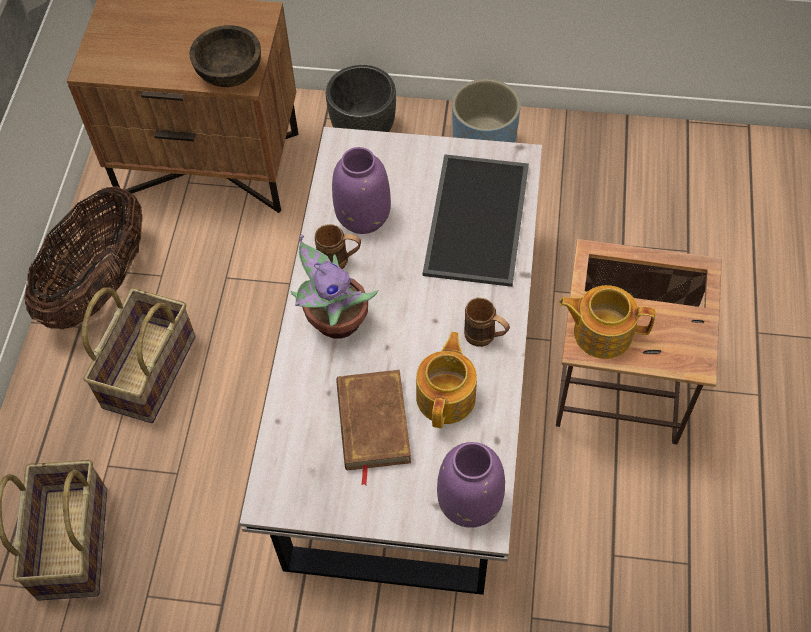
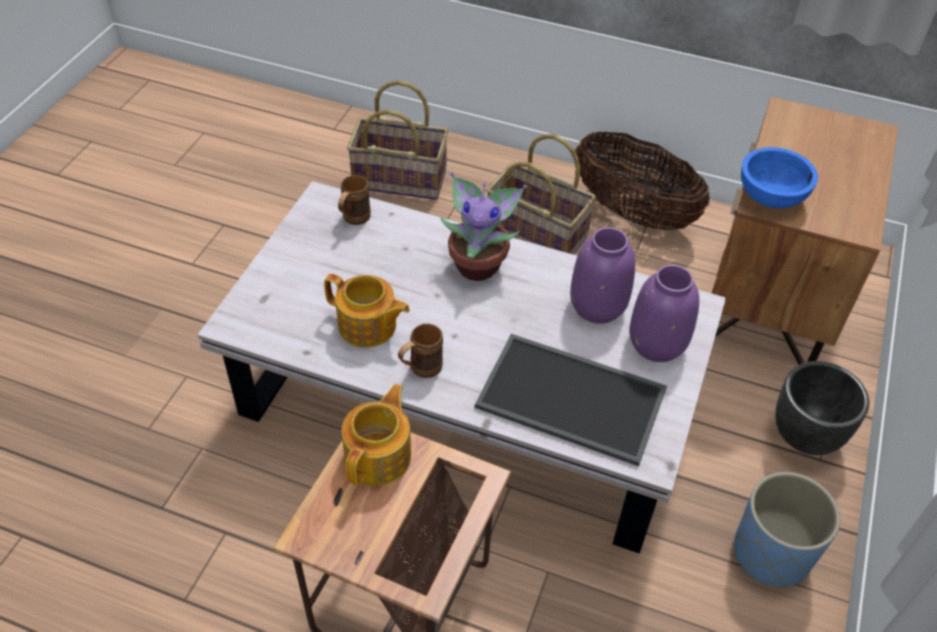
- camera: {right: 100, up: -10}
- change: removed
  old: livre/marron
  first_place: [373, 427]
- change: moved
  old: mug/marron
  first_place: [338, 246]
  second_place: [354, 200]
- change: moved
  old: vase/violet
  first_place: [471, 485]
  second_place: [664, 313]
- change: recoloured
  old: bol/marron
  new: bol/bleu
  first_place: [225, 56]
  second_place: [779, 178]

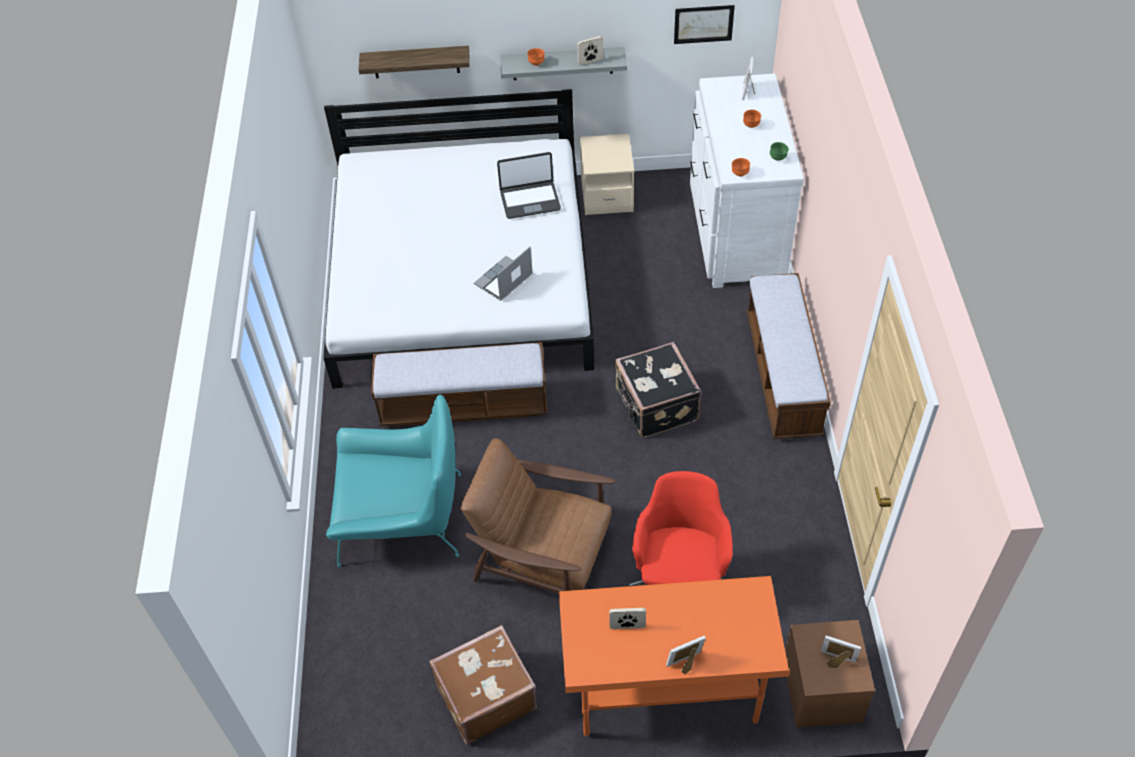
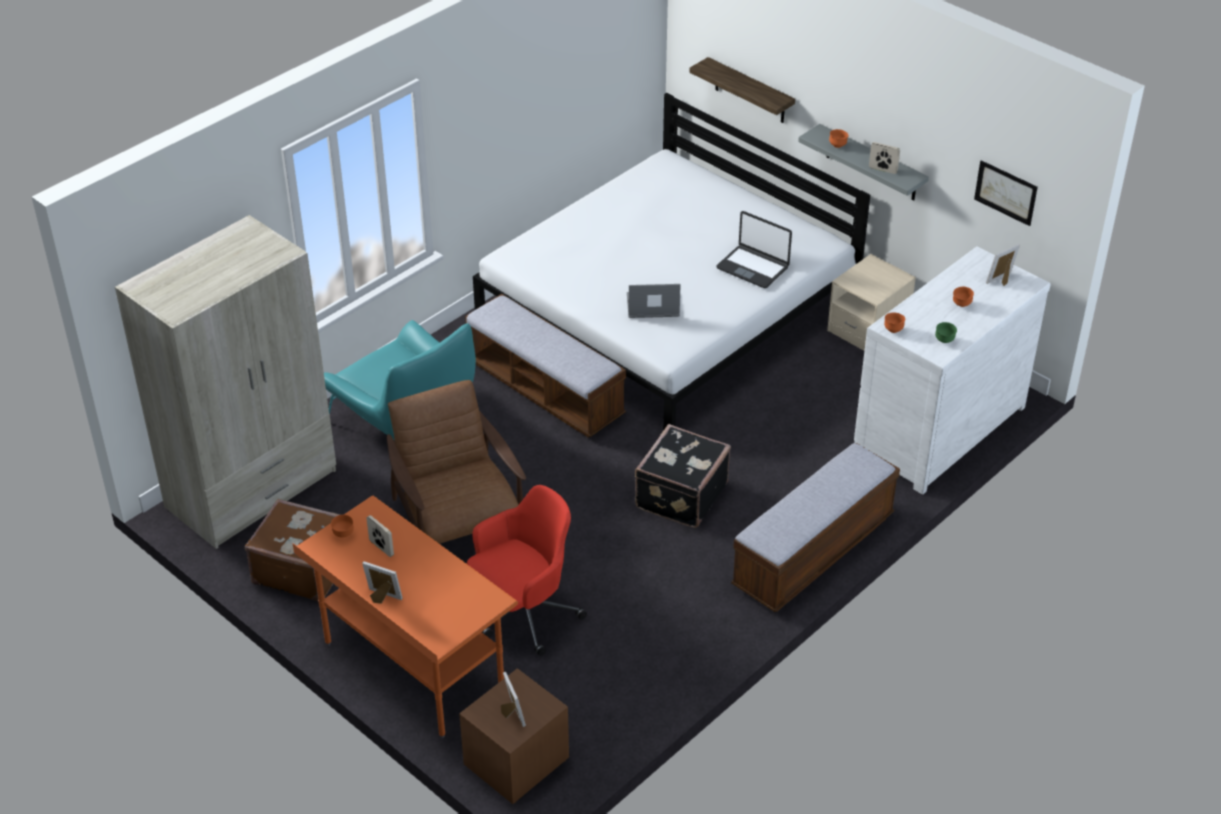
- camera: {right: 45, up: -10}
- change: added
  new: armoire/beige
  second_place: [225, 382]
- change: added
  new: bol/orange
  second_place: [342, 526]

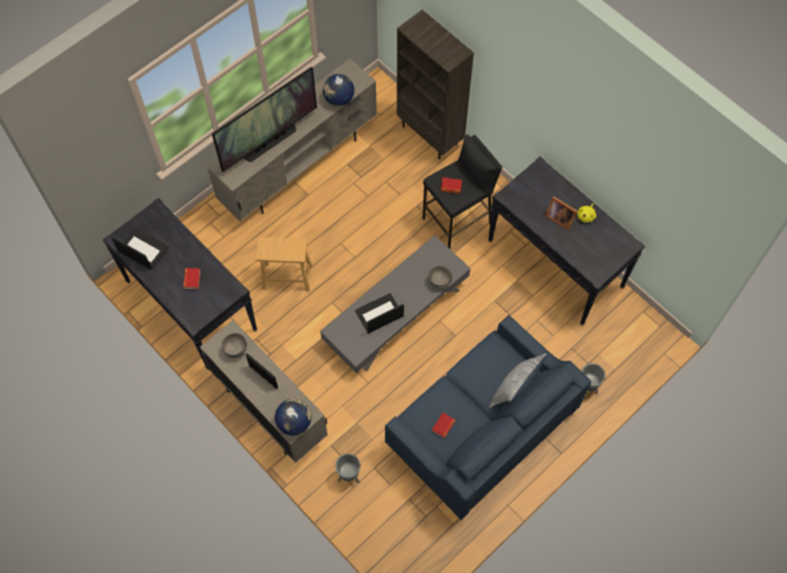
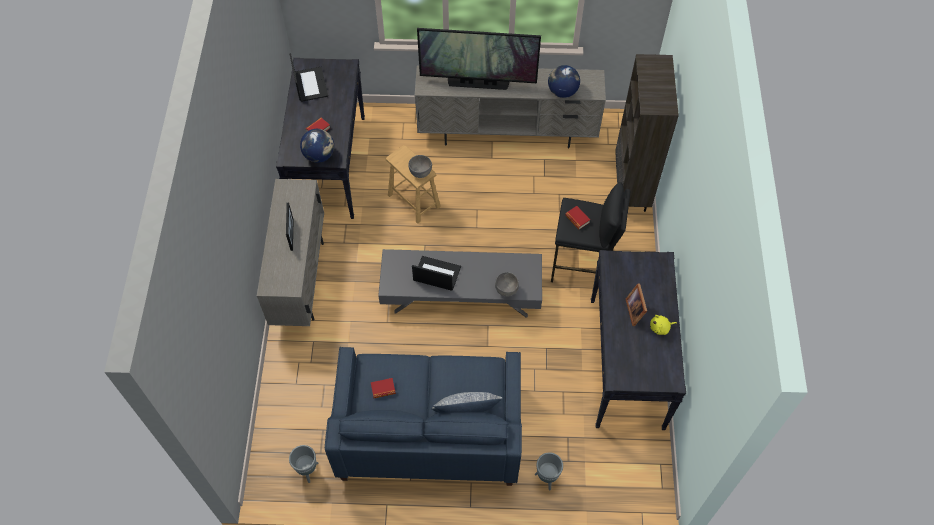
- camera: {right: 45, up: -5}
- change: moved
  old: bol/gris
  first_place: [234, 345]
  second_place: [420, 166]
- change: moved
  old: globe
  first_place: [293, 417]
  second_place: [317, 146]
- change: moved
  old: cache-pot/gris
  first_place: [347, 468]
  second_place: [303, 464]

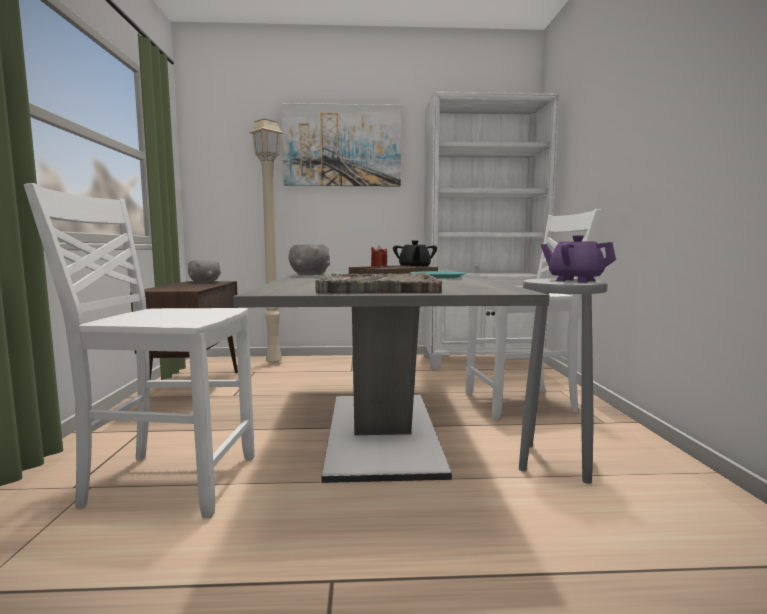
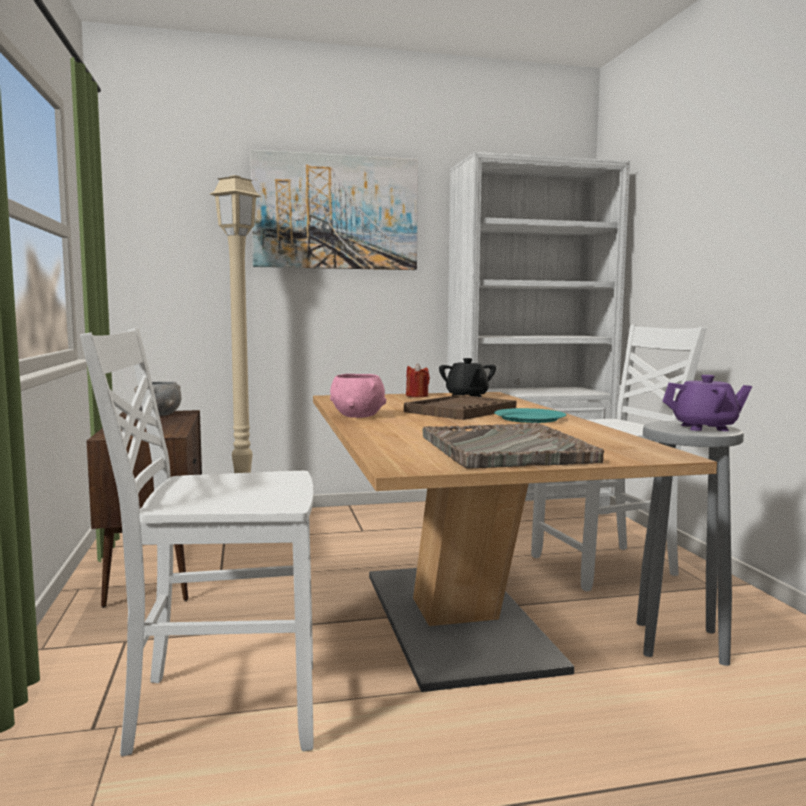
- camera: {right: -10, up: 0}
- change: recoloured
  old: table à manger/gris
  new: table à manger/marron
  first_place: [391, 376]
  second_place: [515, 542]
- change: recoloured
  old: bol/gris
  new: bol/rose
  first_place: [309, 260]
  second_place: [358, 396]
- change: turned
  old: théière/violet
  first_place: [578, 259]
  second_place: [707, 403]
  degrees: 150

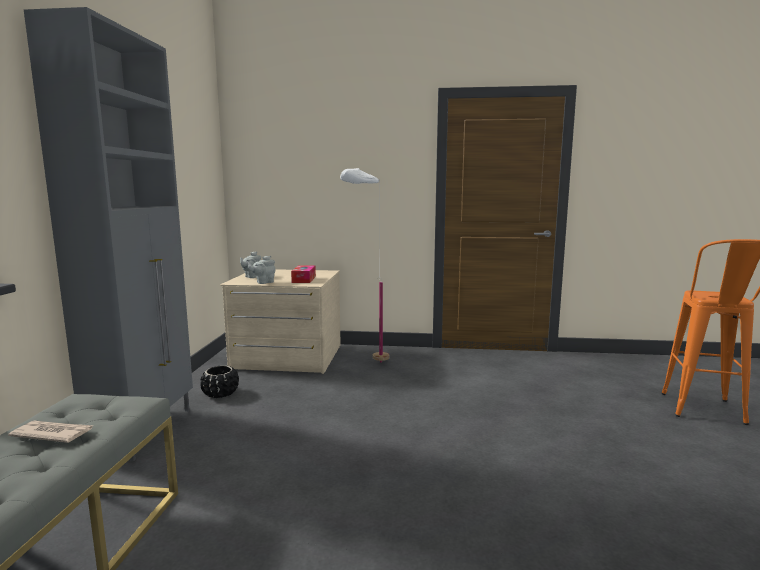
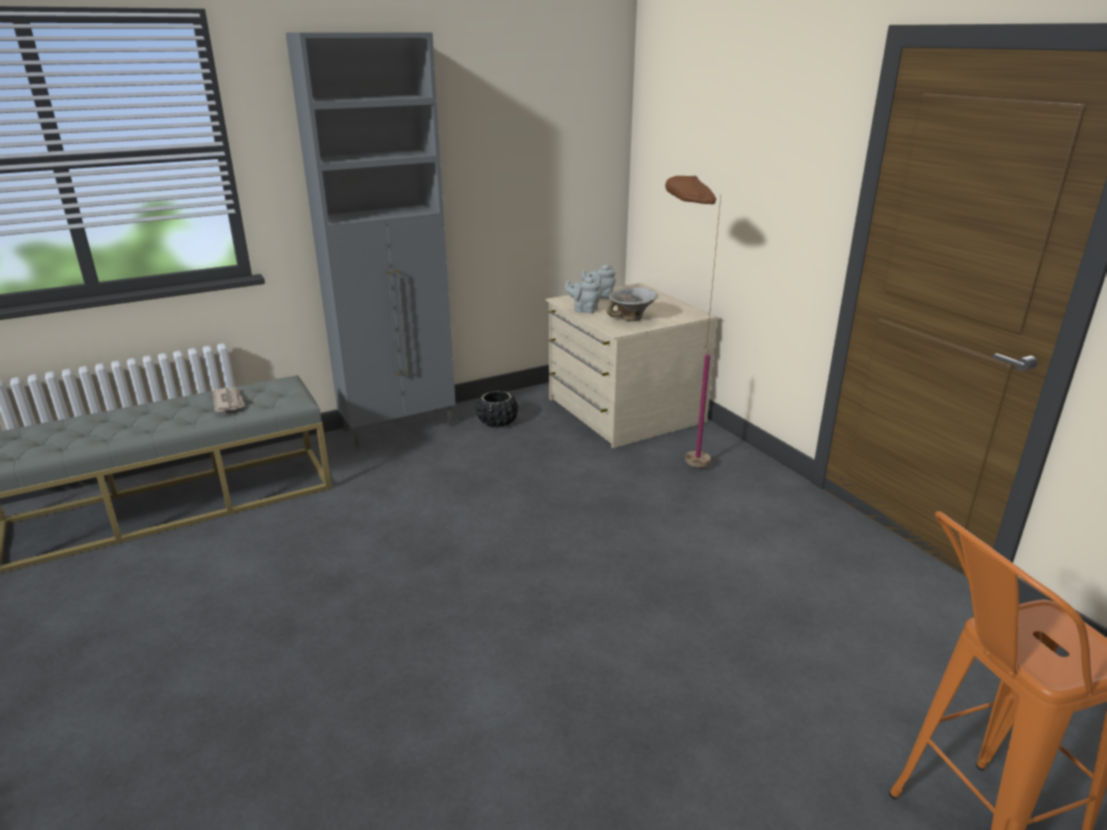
- camera: {right: 55, up: 15}
- change: replaced
  old: boîte à mouchoirs
  new: bol
  first_place: [303, 274]
  second_place: [632, 304]
- change: recoloured
  old: lampadaire/blanc
  new: lampadaire/marron
  first_place: [364, 265]
  second_place: [693, 322]

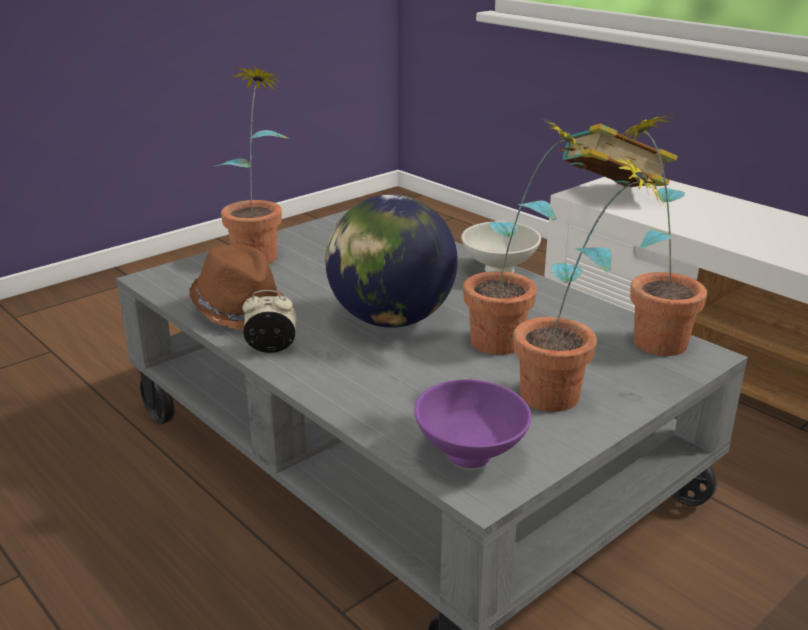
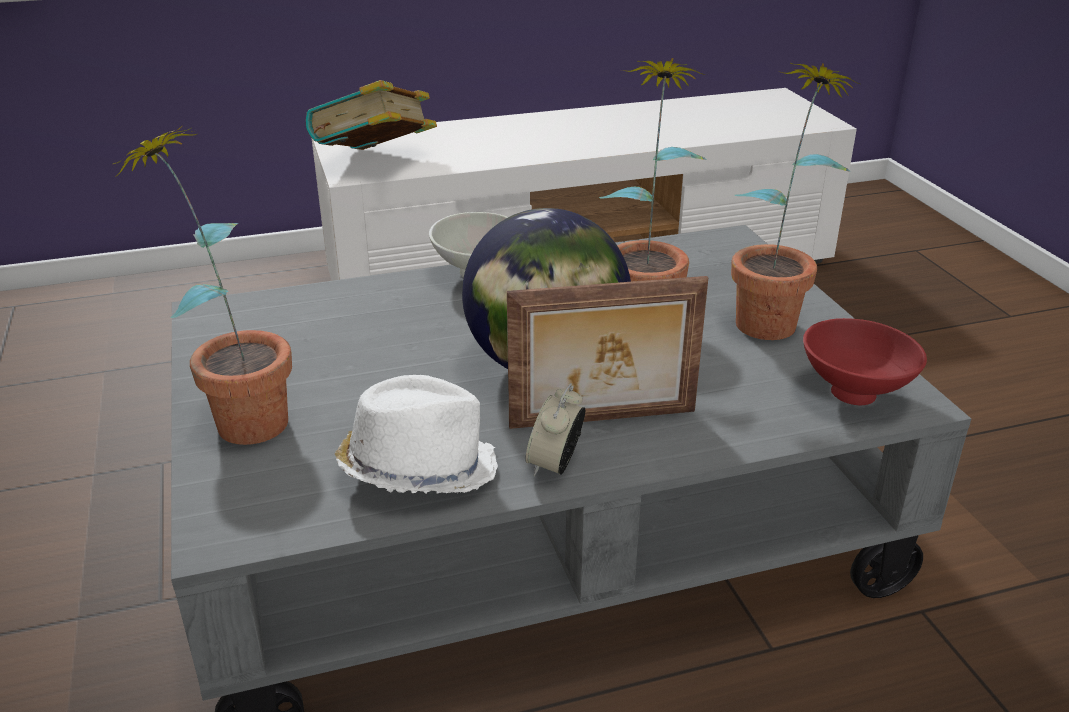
- camera: {right: -65, up: 5}
- change: removed
  old: plante en pot
  first_place: [660, 234]
- change: added
  new: cadre photo
  second_place: [607, 352]
- change: recoloured
  old: chapeau/marron
  new: chapeau/blanc
  first_place: [237, 287]
  second_place: [416, 434]
- change: recoloured
  old: bol/violet
  new: bol/rouge
  first_place: [473, 424]
  second_place: [865, 361]

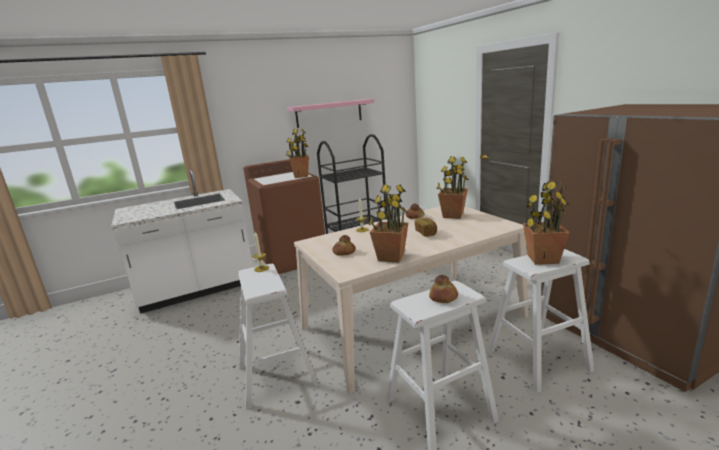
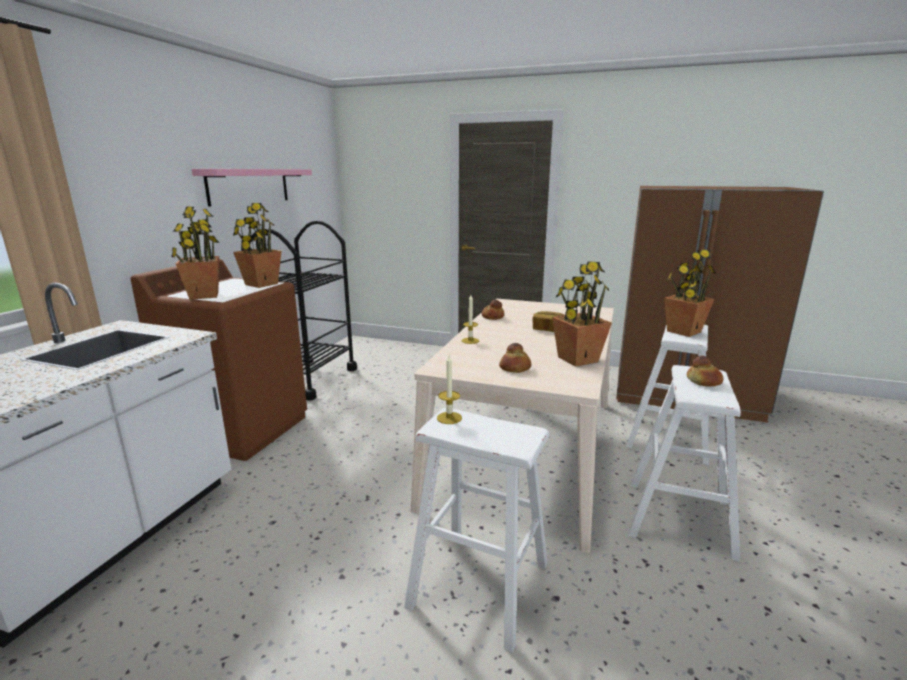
- camera: {right: -45, up: 0}
- change: moved
  old: plante en pot
  first_place: [452, 187]
  second_place: [195, 253]

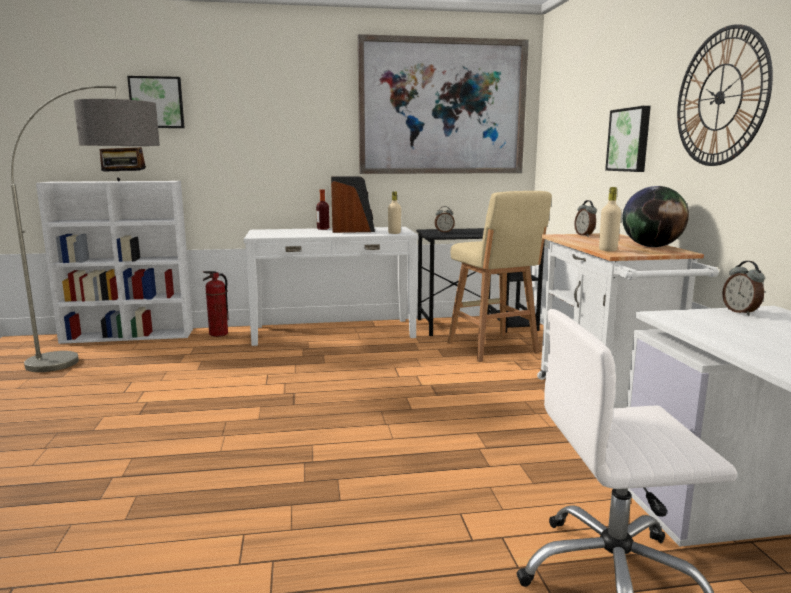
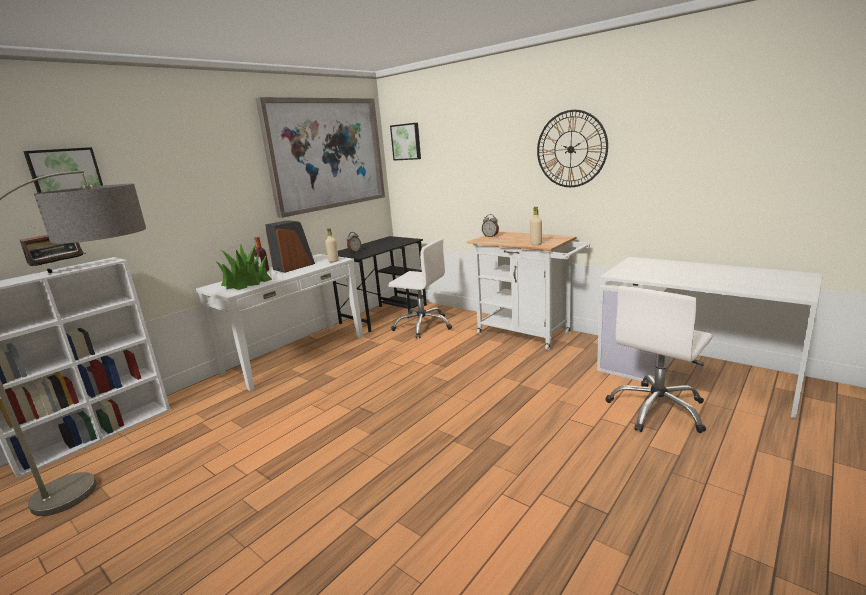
- camera: {right: -40, up: 5}
- change: removed
  old: extincteur
  first_place: [216, 304]
- change: removed
  old: globe
  first_place: [655, 216]
- change: removed
  old: réveil
  first_place: [743, 288]
- change: added
  new: plante en pot
  second_place: [243, 266]
- change: moved
  old: tableau
  first_place: [628, 139]
  second_place: [405, 142]
- change: replaced
  old: tabouret/beige
  new: chaise de bureau/blanc
  first_place: [499, 276]
  second_place: [420, 288]

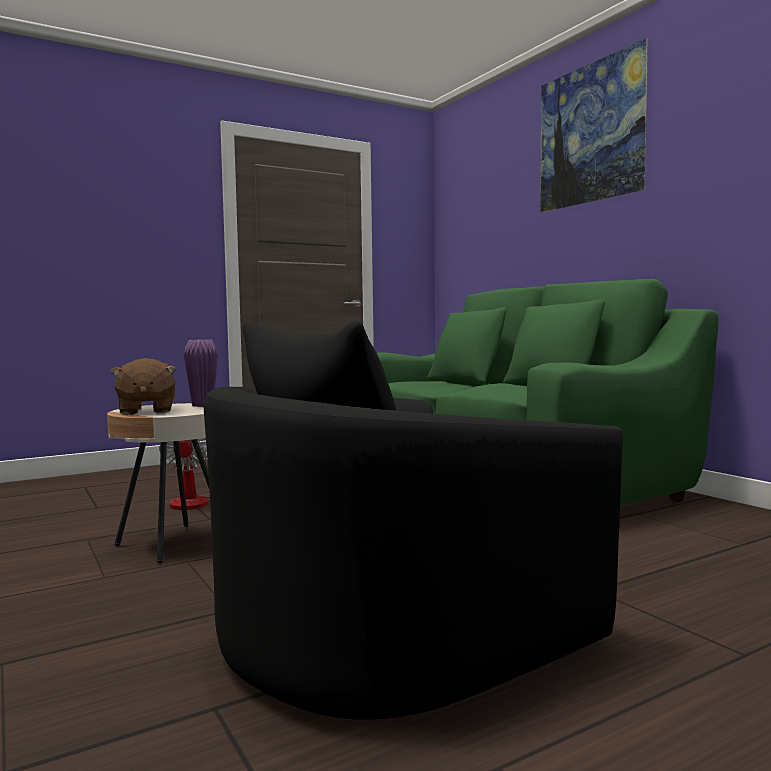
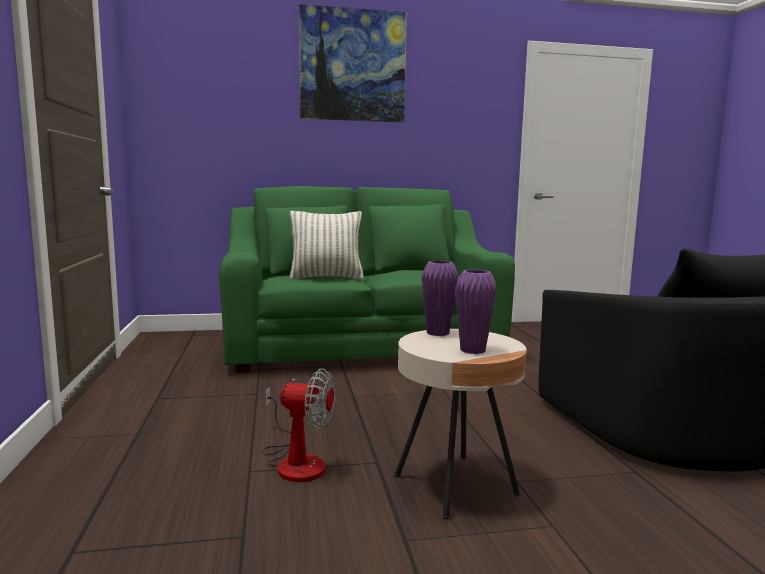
- camera: {right: -70, up: 5}
- change: added
  new: coussin
  second_place: [326, 245]
- change: replaced
  old: peluche/marron
  new: vase/violet
  first_place: [143, 386]
  second_place: [476, 311]

